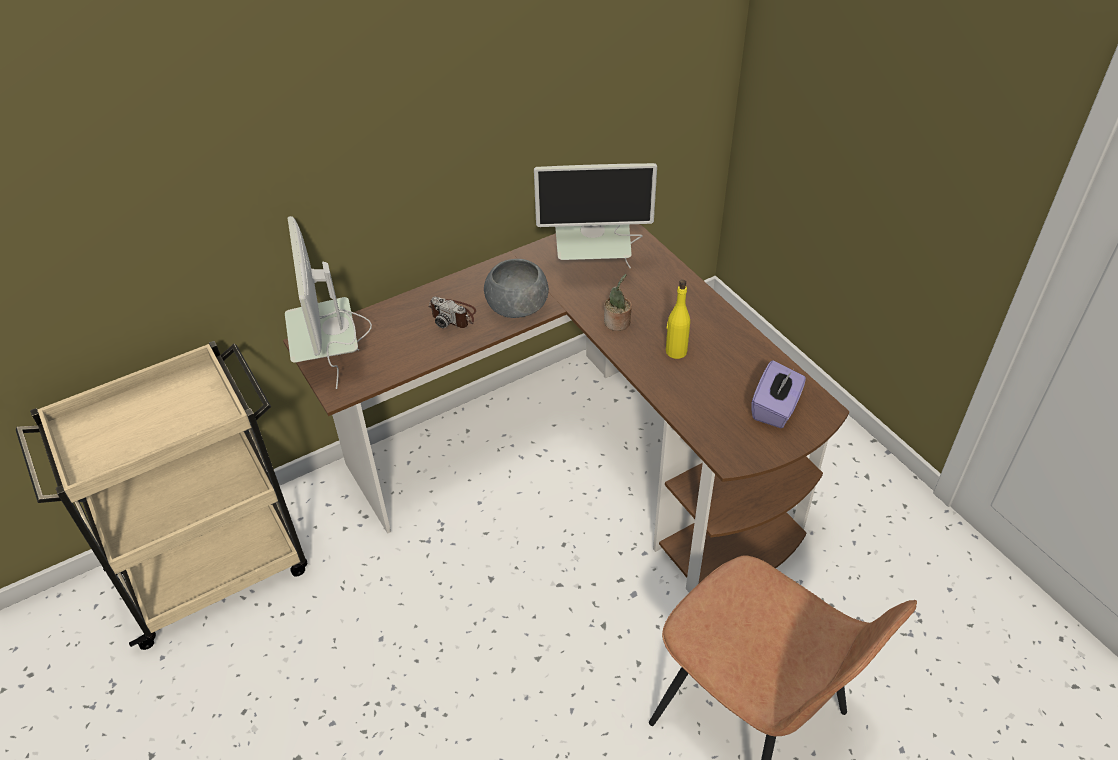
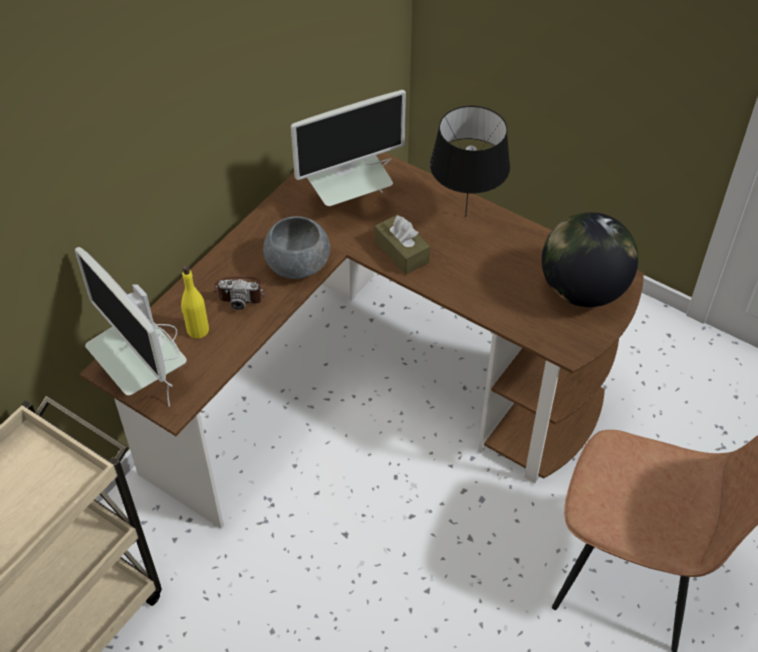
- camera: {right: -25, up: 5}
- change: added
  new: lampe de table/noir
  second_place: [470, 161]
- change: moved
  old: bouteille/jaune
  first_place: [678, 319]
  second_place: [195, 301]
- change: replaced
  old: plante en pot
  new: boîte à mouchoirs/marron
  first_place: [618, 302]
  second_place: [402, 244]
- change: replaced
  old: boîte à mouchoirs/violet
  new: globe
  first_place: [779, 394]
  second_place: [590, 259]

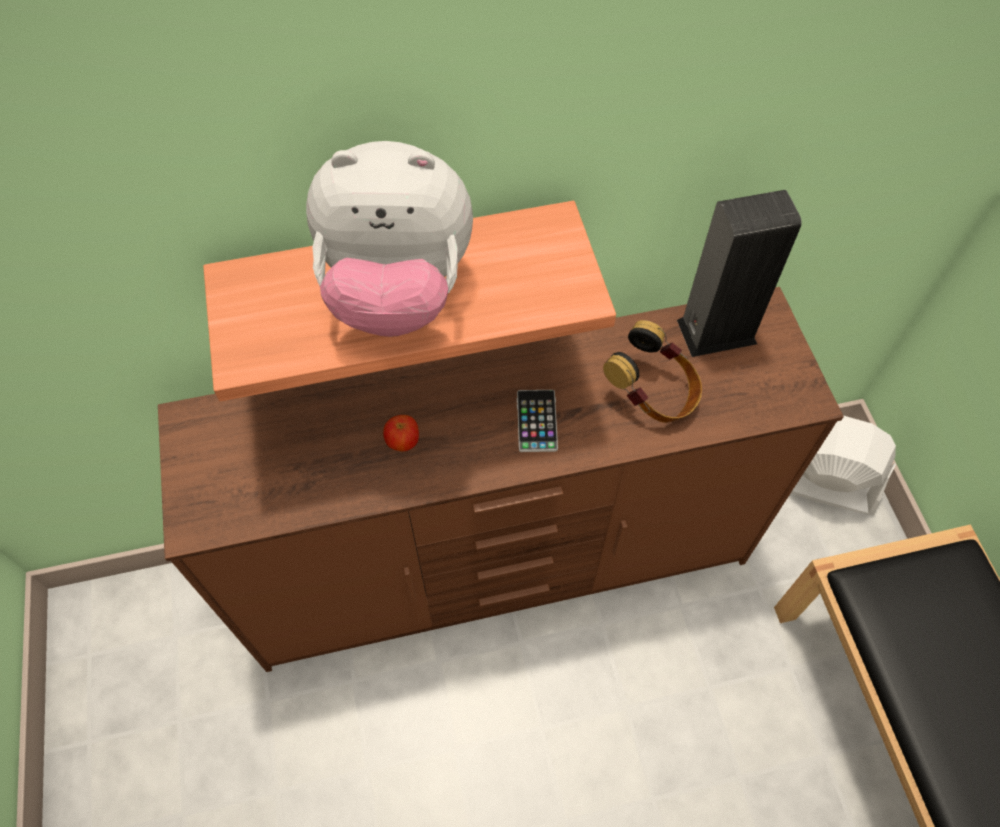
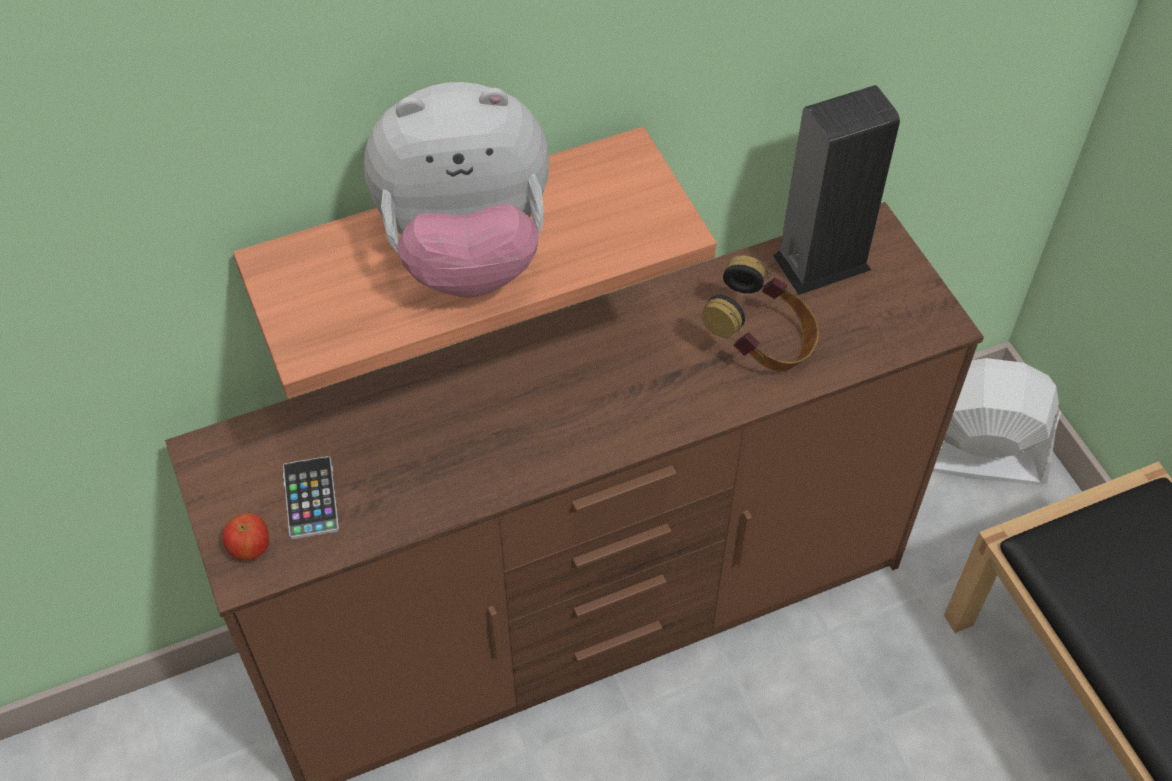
- camera: {right: -10, up: -5}
- change: moved
  old: pomme
  first_place: [401, 433]
  second_place: [246, 536]
- change: moved
  old: téléphone
  first_place: [537, 421]
  second_place: [311, 497]

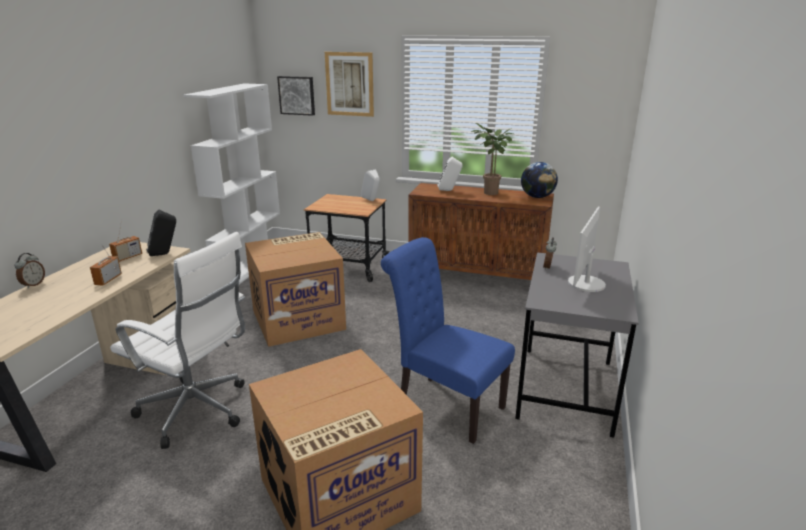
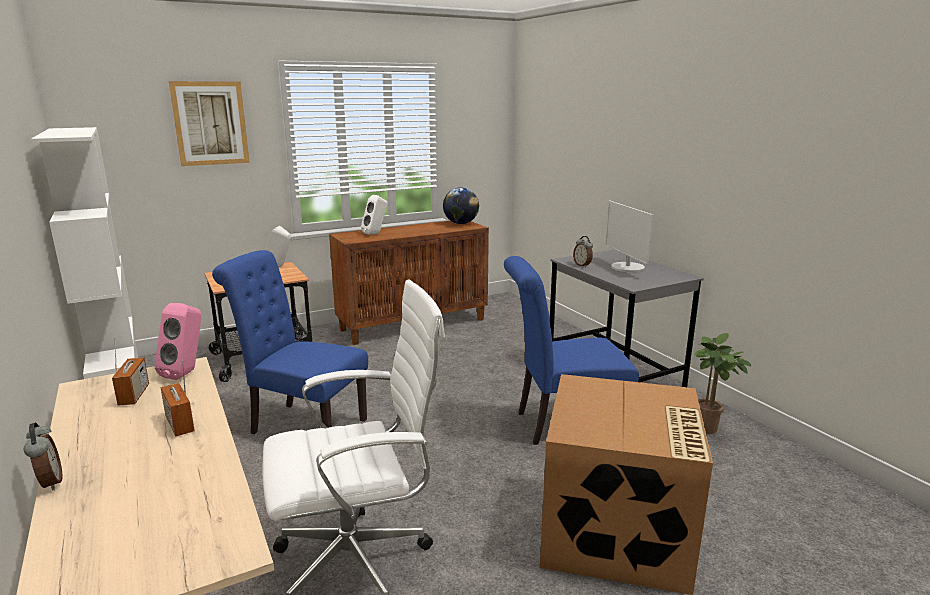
- camera: {right: -45, up: -5}
- change: removed
  old: tableau
  first_place: [296, 96]
- change: moved
  old: plante en pot
  first_place: [492, 159]
  second_place: [722, 383]
- change: replaced
  old: carton
  new: chaise/bleu
  first_place: [295, 289]
  second_place: [290, 342]
- change: recoloured
  old: enceinte/noir
  new: enceinte/rose
  first_place: [161, 233]
  second_place: [178, 341]

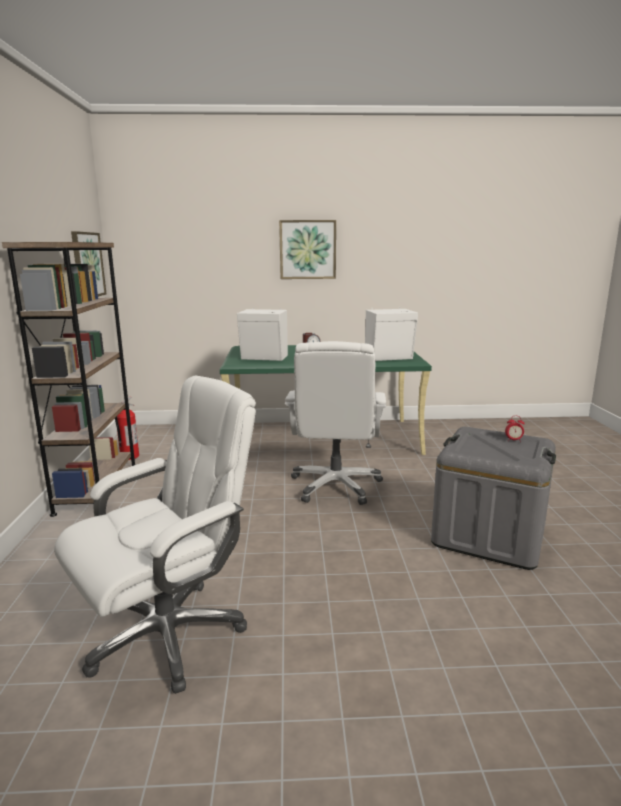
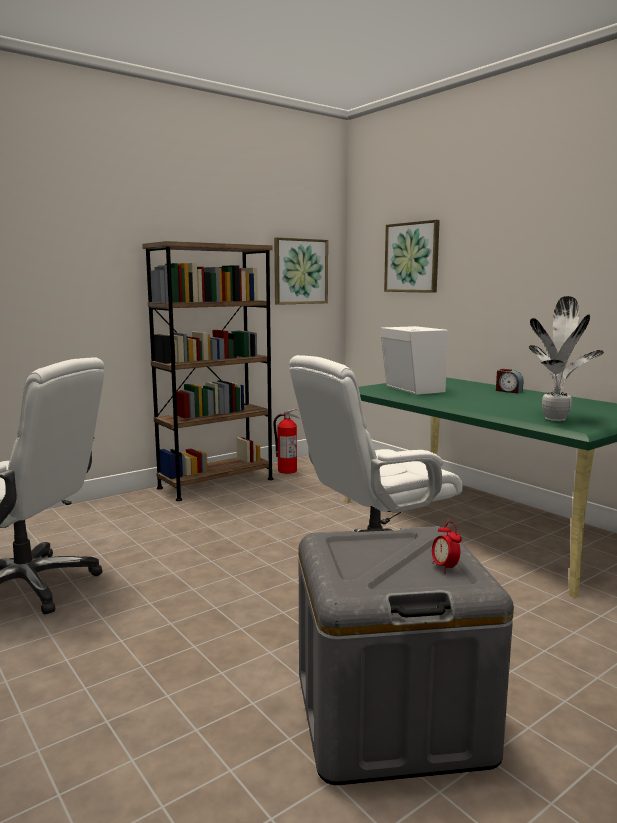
- camera: {right: 55, up: -5}
- change: moved
  old: tableau
  first_place: [307, 249]
  second_place: [412, 256]
- change: replaced
  old: enceinte/blanc
  new: plante en pot
  first_place: [391, 334]
  second_place: [566, 358]

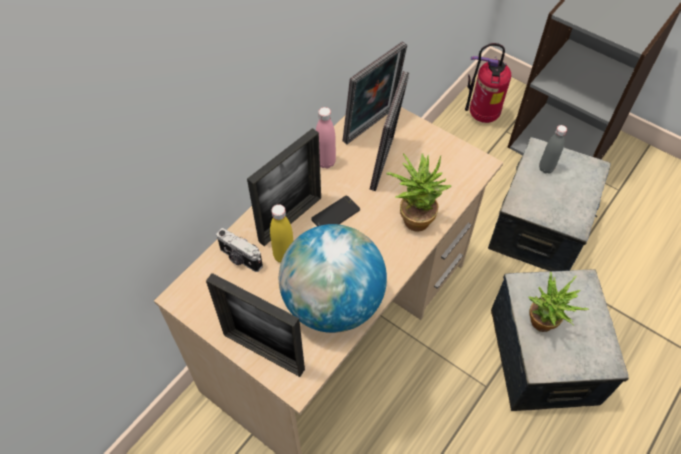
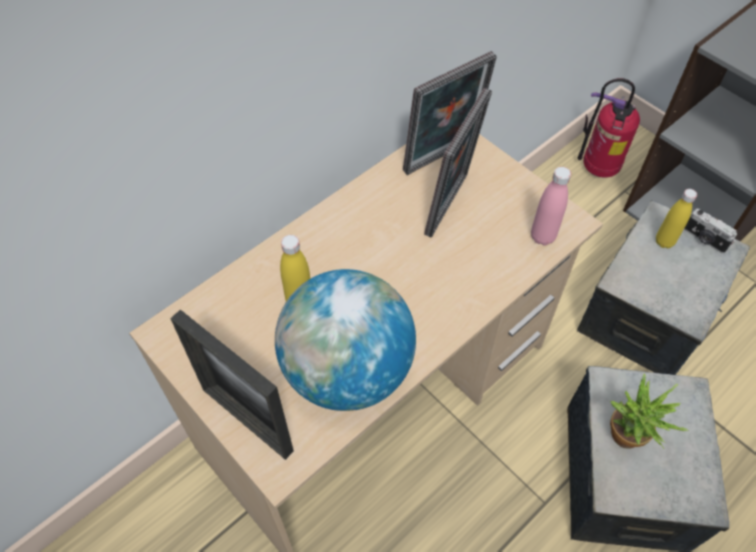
- camera: {right: 10, up: 0}
- change: removed
  old: cadre photo
  first_place: [284, 187]
- change: removed
  old: téléphone
  first_place: [335, 211]
- change: removed
  old: plante en pot
  first_place: [419, 192]
- change: moved
  old: appareil photo
  first_place: [239, 250]
  second_place: [710, 230]
- change: moved
  old: bouteille/rose
  first_place: [326, 138]
  second_place: [551, 206]
- change: recoloured
  old: bouteille/gris
  new: bouteille/jaune
  first_place: [553, 149]
  second_place: [676, 219]

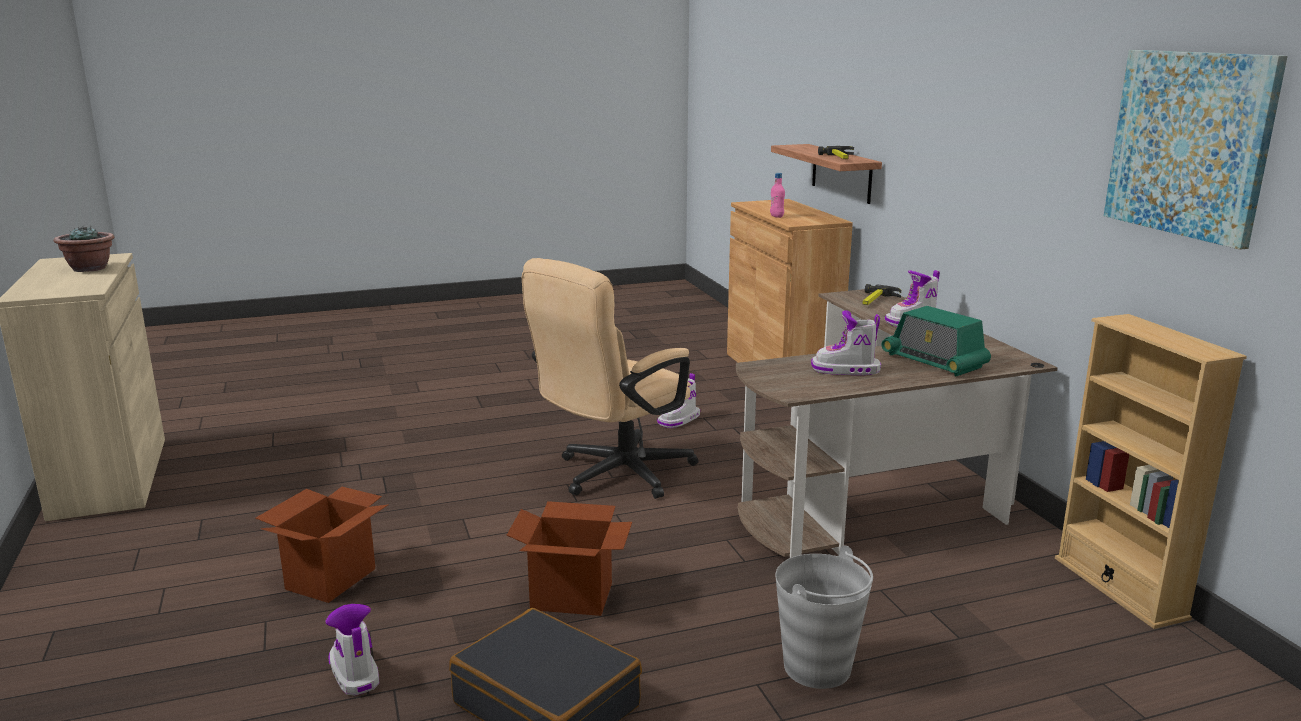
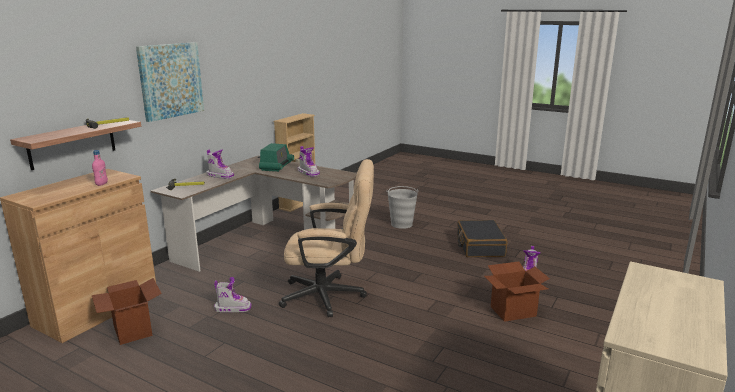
- camera: {right: -130, up: 0}
- change: removed
  old: plante en pot
  first_place: [84, 248]
- change: moved
  old: carton
  first_place: [569, 558]
  second_place: [127, 311]
- change: moved
  old: tableau
  first_place: [1196, 150]
  second_place: [170, 82]

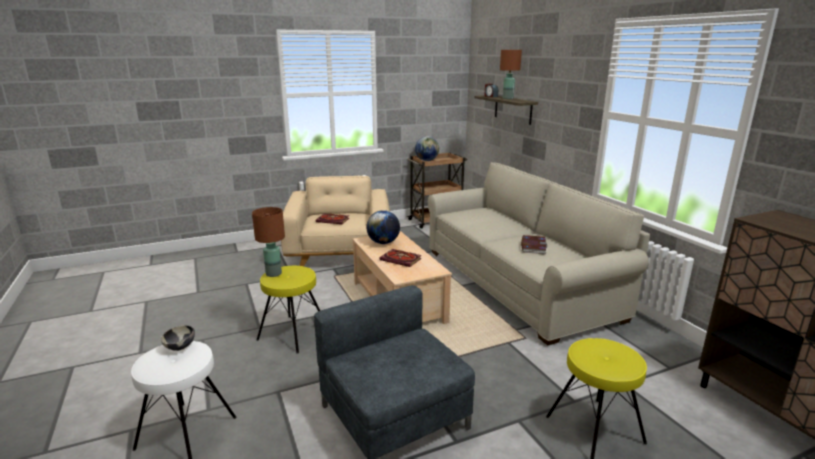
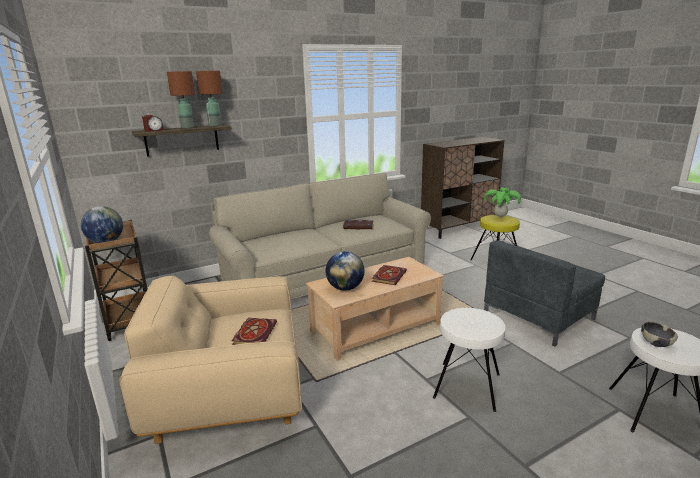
- camera: {right: -95, up: 0}
- change: added
  new: plante en pot
  second_place: [502, 202]
- change: moved
  old: lampe de table/marron
  first_place: [268, 242]
  second_place: [209, 98]
- change: recoloured
  old: tabouret/jaune
  new: tabouret/blanc
  first_place: [288, 310]
  second_place: [469, 360]

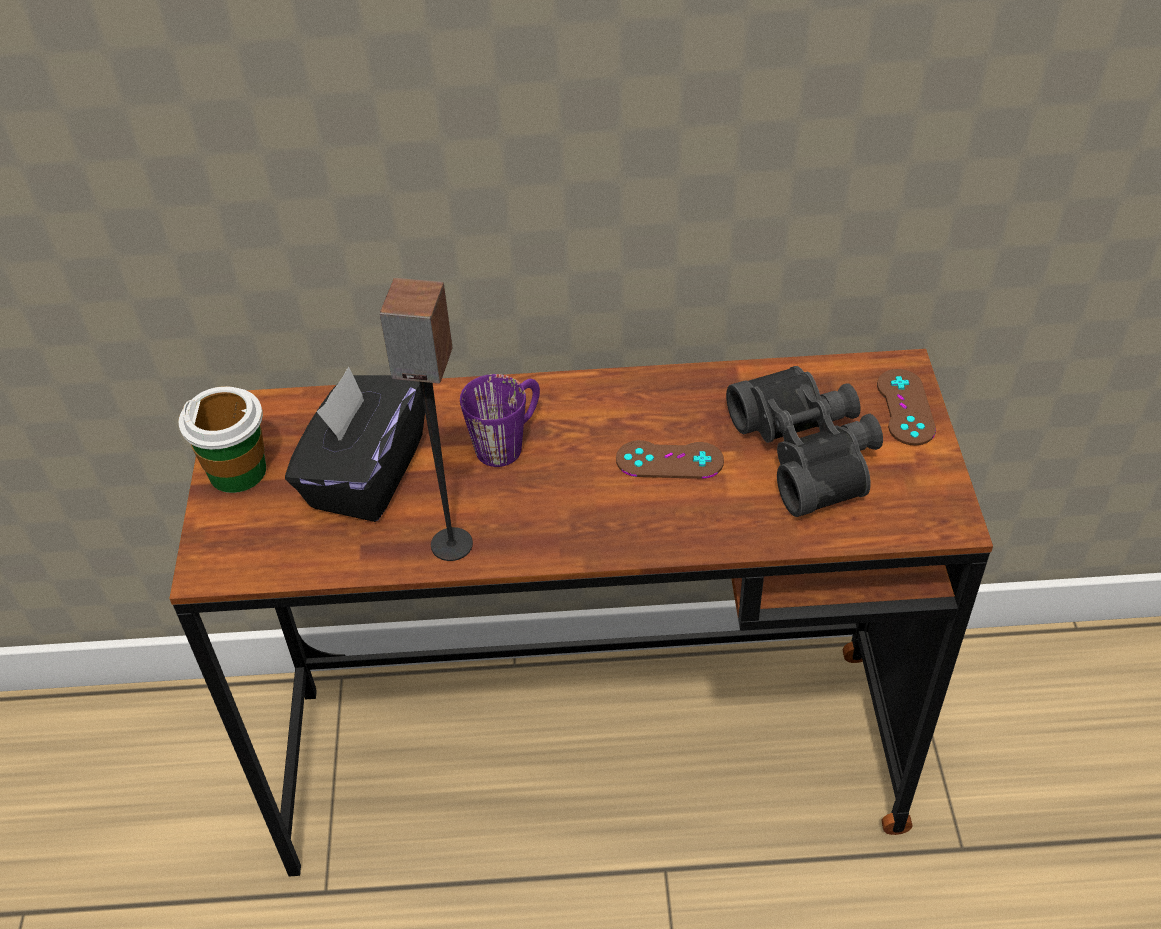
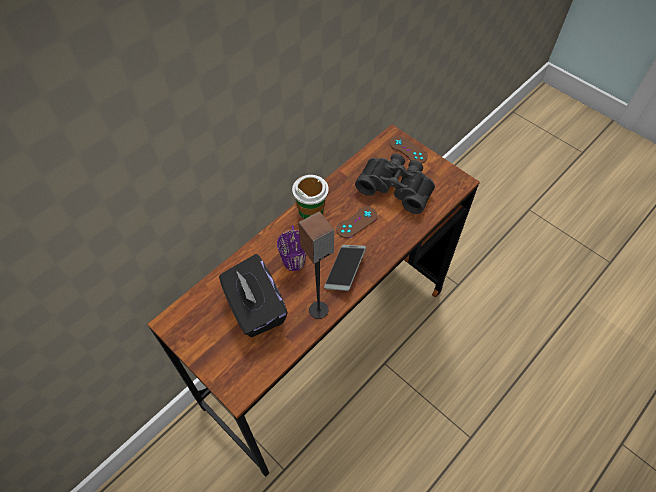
- camera: {right: -45, up: 10}
- change: added
  new: téléphone
  second_place: [345, 268]
- change: moved
  old: tasse
  first_place: [222, 439]
  second_place: [310, 197]

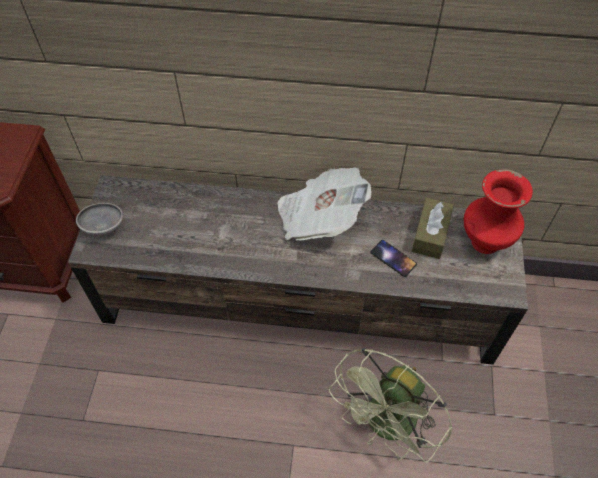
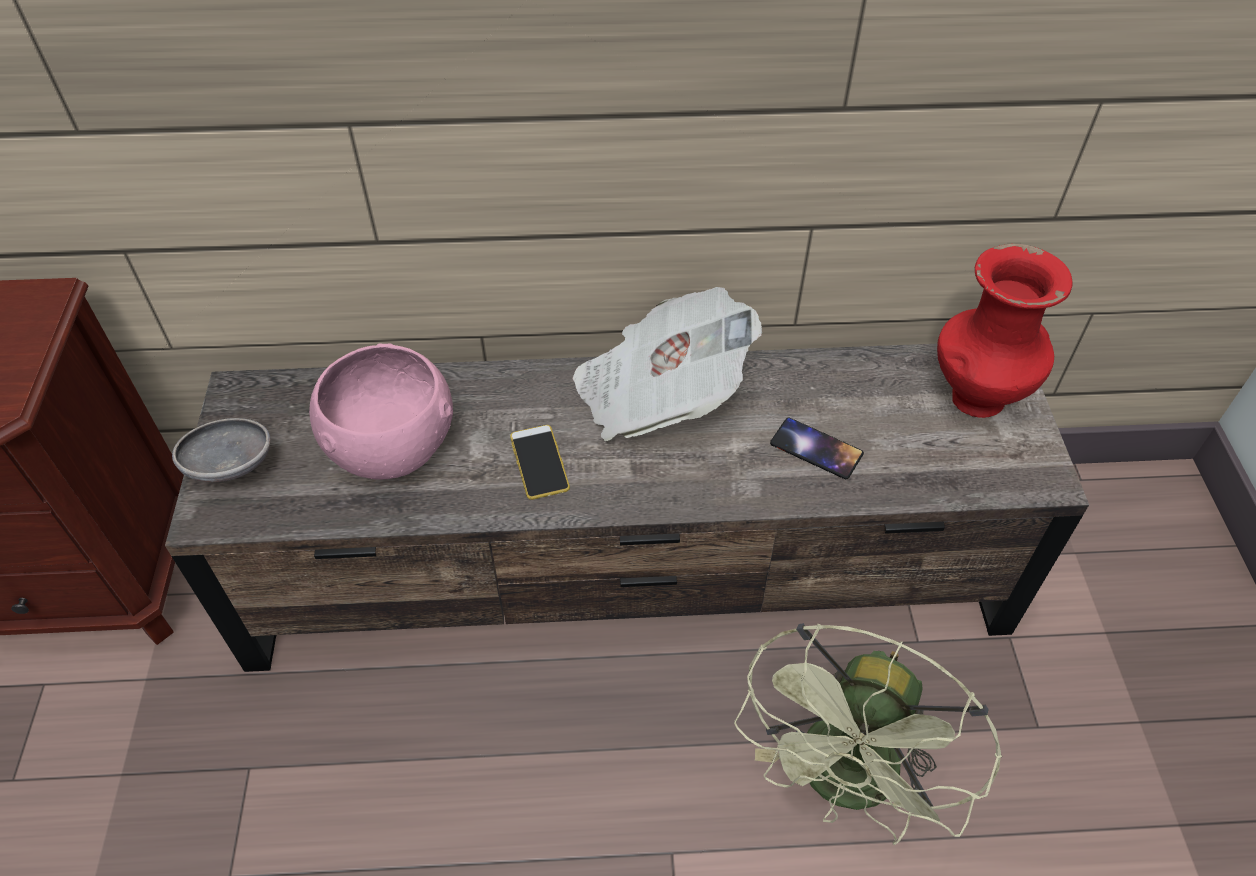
- camera: {right: -10, up: -5}
- change: removed
  old: boîte à mouchoirs/marron
  first_place: [433, 228]
- change: added
  new: bol/rose
  second_place: [381, 411]
- change: added
  new: téléphone
  second_place: [540, 462]

